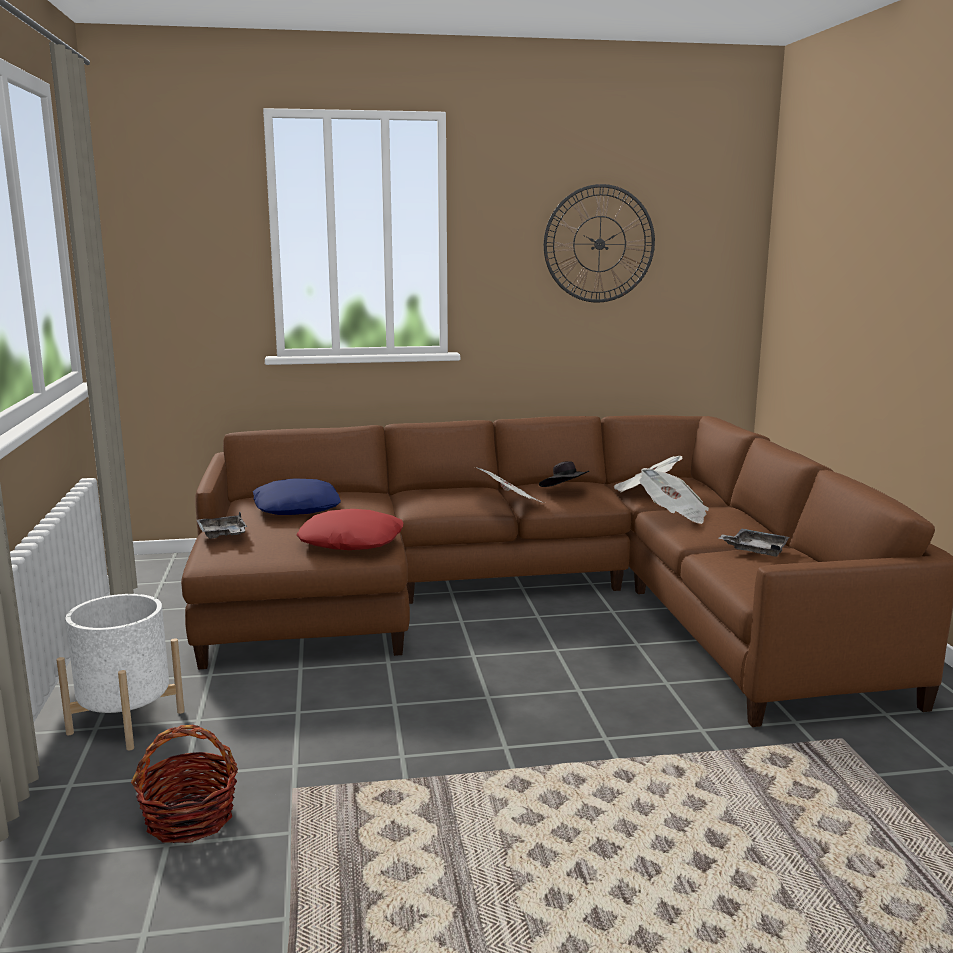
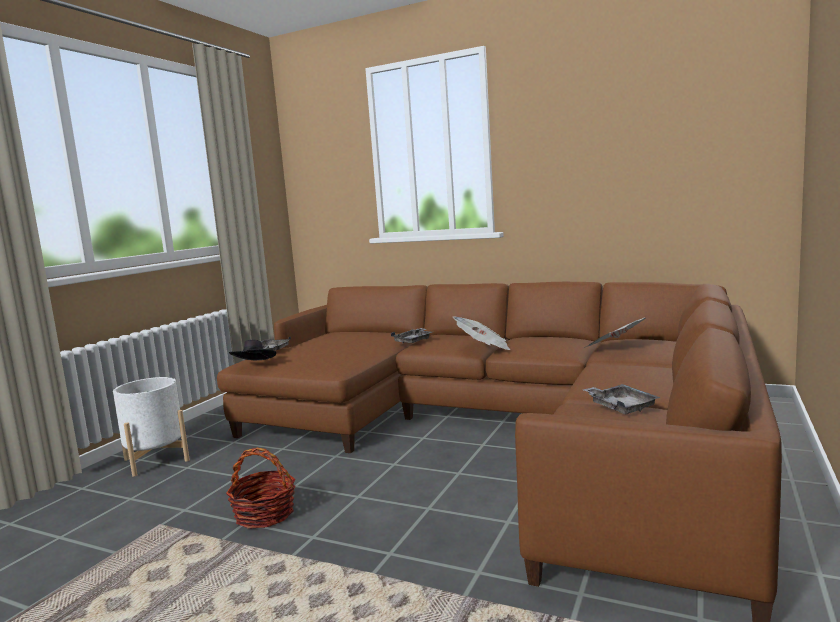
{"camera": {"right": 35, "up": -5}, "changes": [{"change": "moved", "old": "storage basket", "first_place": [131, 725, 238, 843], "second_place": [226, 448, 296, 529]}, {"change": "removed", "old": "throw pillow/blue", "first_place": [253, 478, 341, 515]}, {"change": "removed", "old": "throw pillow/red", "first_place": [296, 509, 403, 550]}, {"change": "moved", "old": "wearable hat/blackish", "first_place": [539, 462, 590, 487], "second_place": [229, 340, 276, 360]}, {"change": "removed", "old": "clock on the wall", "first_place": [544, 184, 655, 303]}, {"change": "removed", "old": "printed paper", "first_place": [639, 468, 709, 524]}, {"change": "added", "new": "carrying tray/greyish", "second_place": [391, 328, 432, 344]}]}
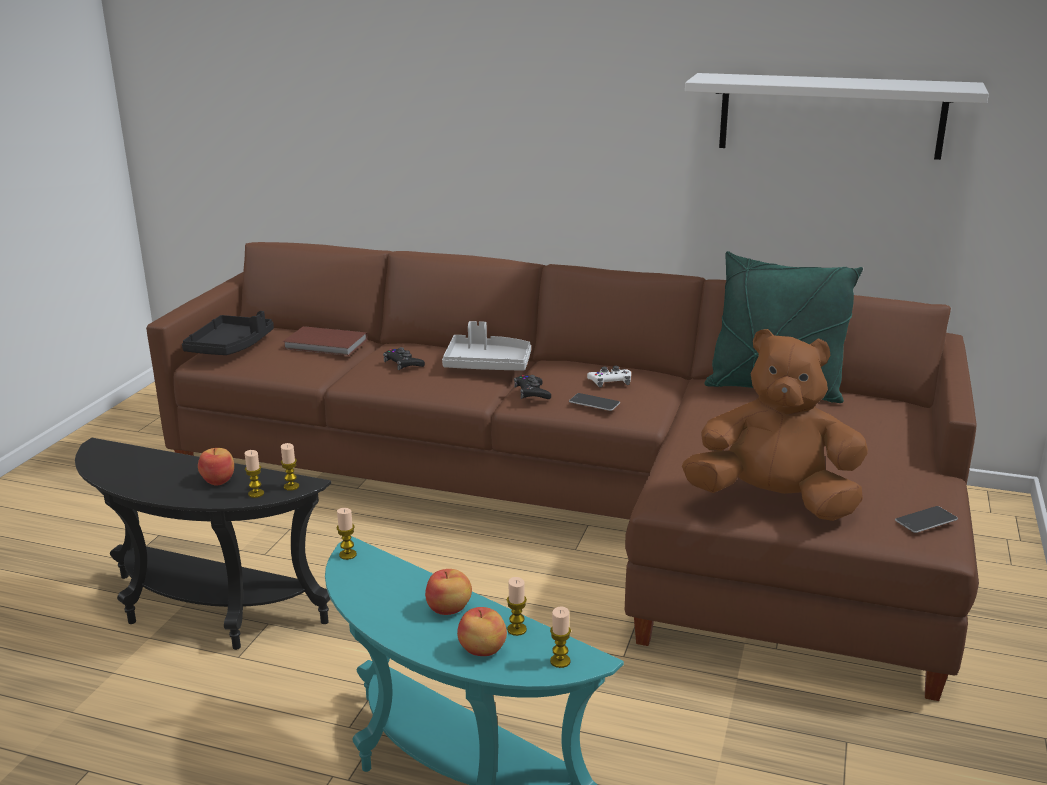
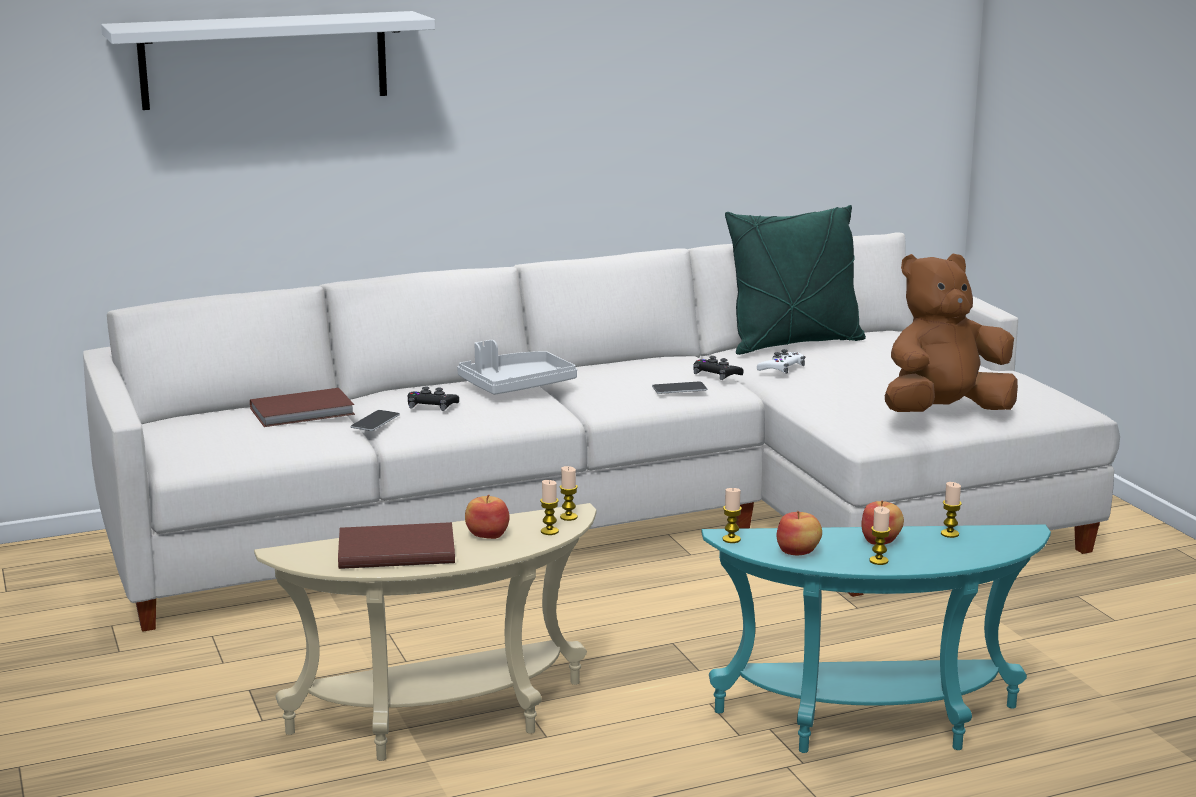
{"camera": {"right": -40, "up": -5}, "changes": [{"change": "recoloured", "old": "side table/blackish", "new": "side table/beige", "first_place": [75, 438, 331, 650], "second_place": [254, 503, 596, 761]}, {"change": "recoloured", "old": "couch/brown-coloured", "new": "couch/white-coloured", "first_place": [146, 242, 979, 701], "second_place": [83, 233, 1120, 632]}, {"change": "removed", "old": "carrying tray/blackish", "first_place": [182, 311, 274, 355]}, {"change": "moved", "old": "apple fruit", "first_place": [457, 607, 507, 656], "second_place": [777, 511, 822, 555]}, {"change": "moved", "old": "joypad/blackish", "first_place": [514, 375, 551, 399], "second_place": [693, 356, 743, 380]}, {"change": "moved", "old": "wax light", "first_place": [550, 607, 571, 668], "second_place": [869, 506, 891, 565]}, {"change": "moved", "old": "joypad/white-coloured", "first_place": [587, 366, 631, 387], "second_place": [757, 349, 805, 374]}, {"change": "moved", "old": "bracket shelf/white-coloured", "first_place": [685, 73, 989, 160], "second_place": [101, 11, 435, 110]}, {"change": "moved", "old": "telephone", "first_place": [895, 506, 958, 533], "second_place": [351, 410, 400, 431]}, {"change": "added", "new": "volume/brown-coloured", "second_place": [338, 522, 455, 569]}]}
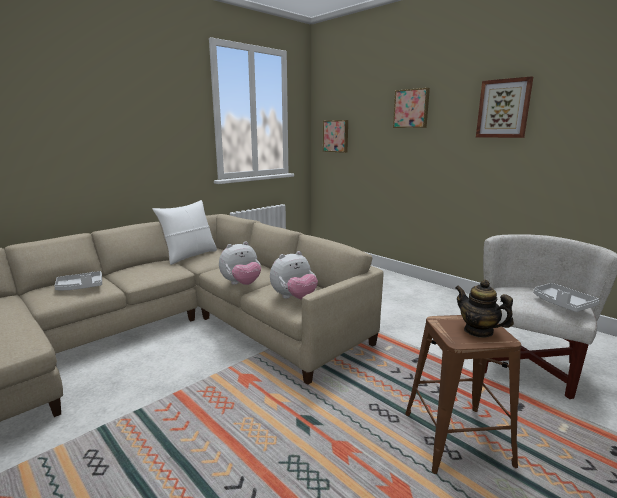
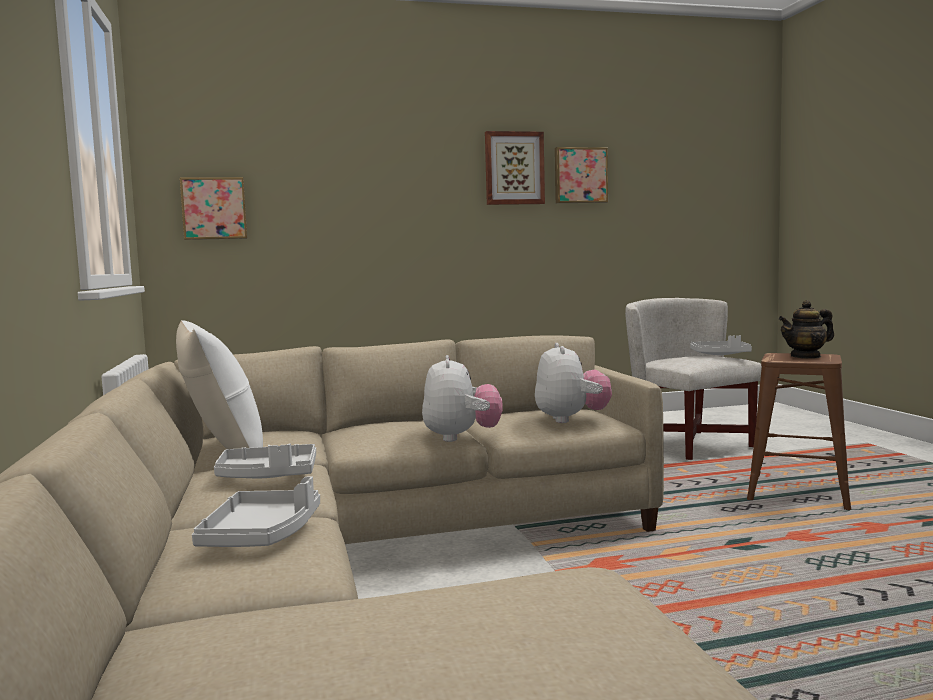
{"camera": {"right": -60, "up": -10}, "changes": [{"change": "moved", "old": "wall picture", "first_place": [393, 88, 430, 128], "second_place": [555, 147, 608, 203]}, {"change": "added", "new": "carrying tray/greyish", "second_place": [214, 443, 316, 478]}]}
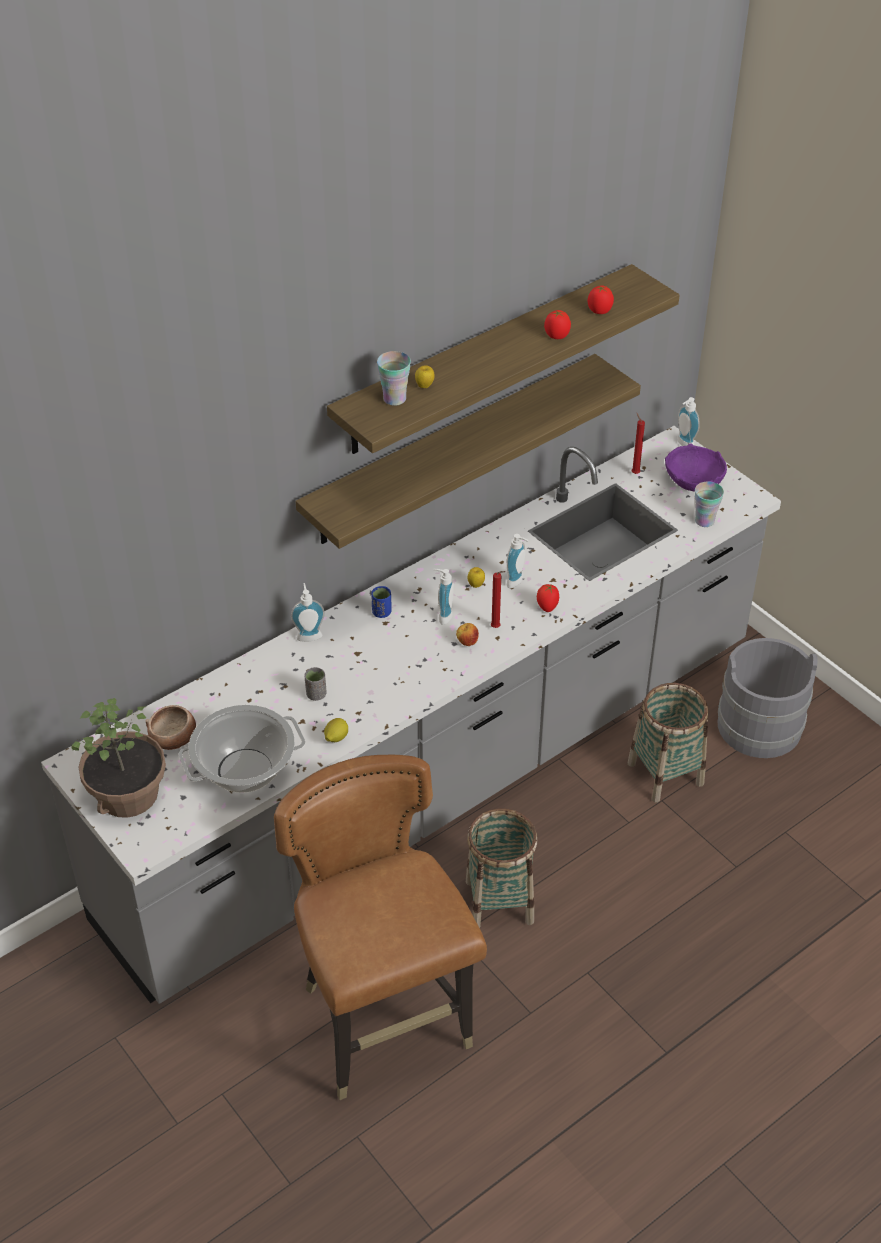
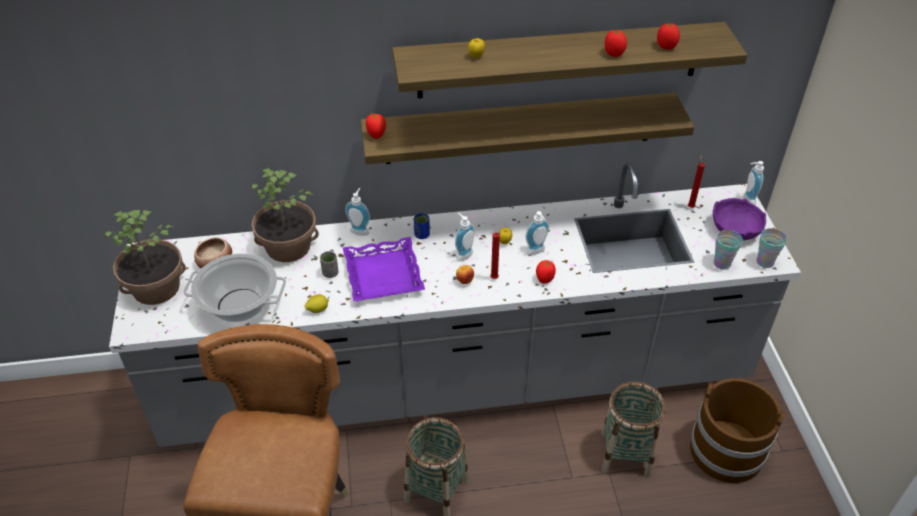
{"camera": {"right": 30, "up": 0}, "changes": [{"change": "moved", "old": "small cup", "first_place": [377, 351, 411, 406], "second_place": [756, 228, 787, 268]}, {"change": "recoloured", "old": "pail/greyish", "new": "pail/brown-coloured", "first_place": [717, 638, 818, 758], "second_place": [690, 378, 785, 483]}, {"change": "added", "new": "potted plant", "second_place": [252, 168, 319, 262]}, {"change": "added", "new": "carrying tray/purplish", "second_place": [343, 237, 425, 302]}, {"change": "added", "new": "whole tomato", "second_place": [366, 114, 386, 139]}]}
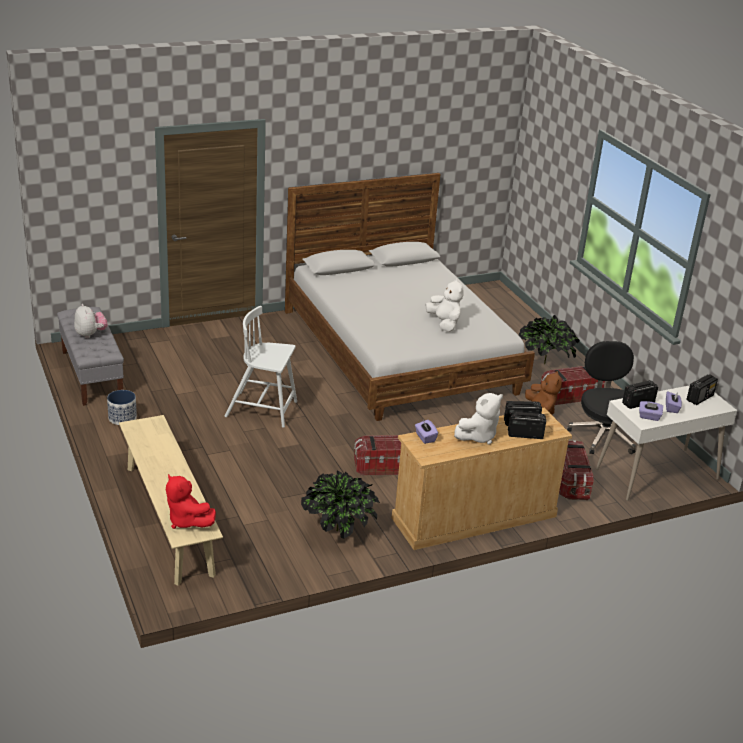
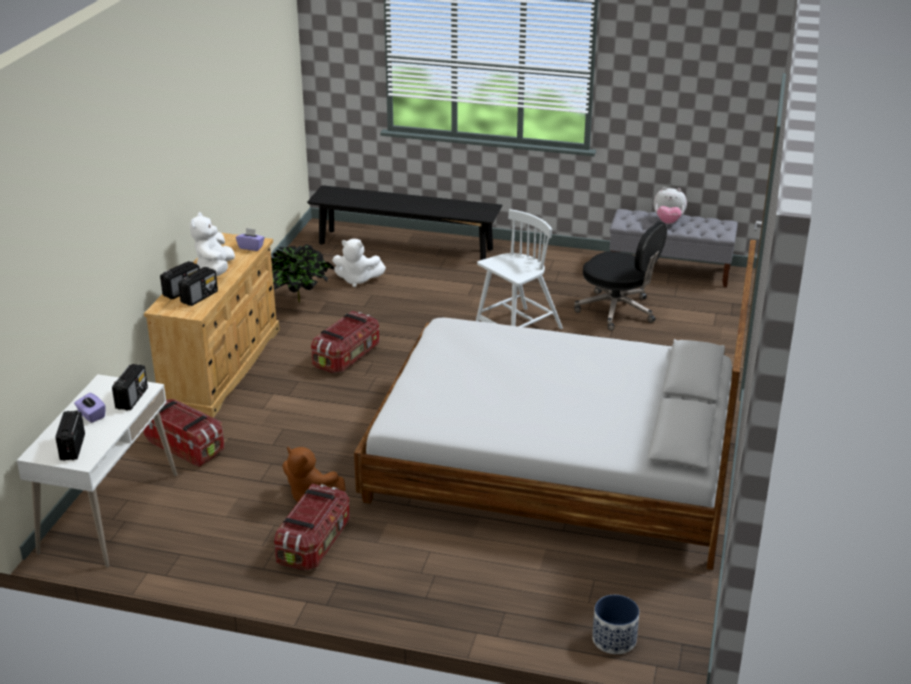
{"camera": {"right": 130, "up": 0}, "changes": [{"change": "moved", "old": "flower pot", "first_place": [107, 390, 137, 425], "second_place": [592, 595, 639, 654]}, {"change": "recoloured", "old": "indoor bench/beige", "new": "indoor bench/blackish", "first_place": [119, 415, 223, 586], "second_place": [307, 185, 502, 260]}, {"change": "removed", "old": "cuddly toy/red", "first_place": [166, 474, 216, 529]}, {"change": "moved", "old": "cuddly toy/white-coloured", "first_place": [425, 278, 464, 332], "second_place": [332, 239, 386, 287]}, {"change": "removed", "old": "potted plant", "first_place": [519, 315, 580, 364]}, {"change": "moved", "old": "computer chair/blackish", "first_place": [567, 341, 636, 454], "second_place": [574, 221, 667, 330]}, {"change": "removed", "old": "box of tissues/purplish", "first_place": [639, 401, 663, 421]}]}
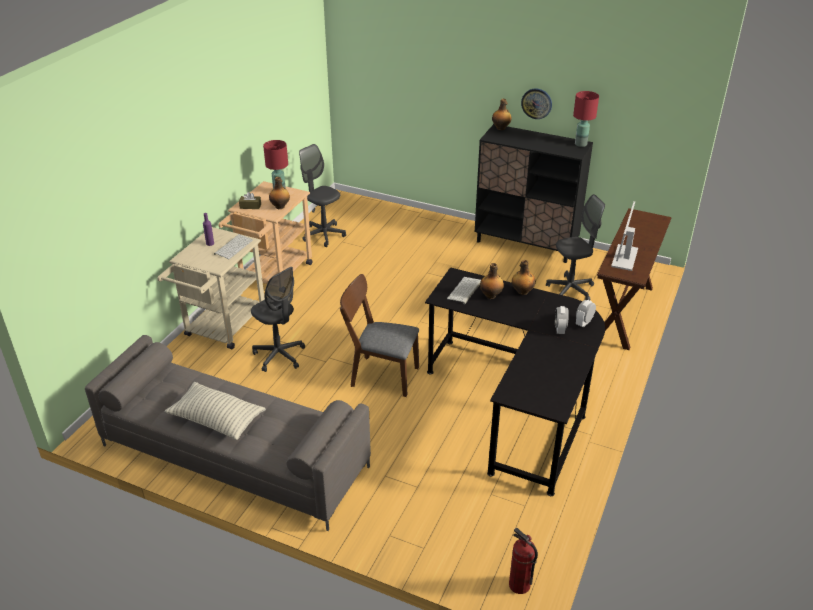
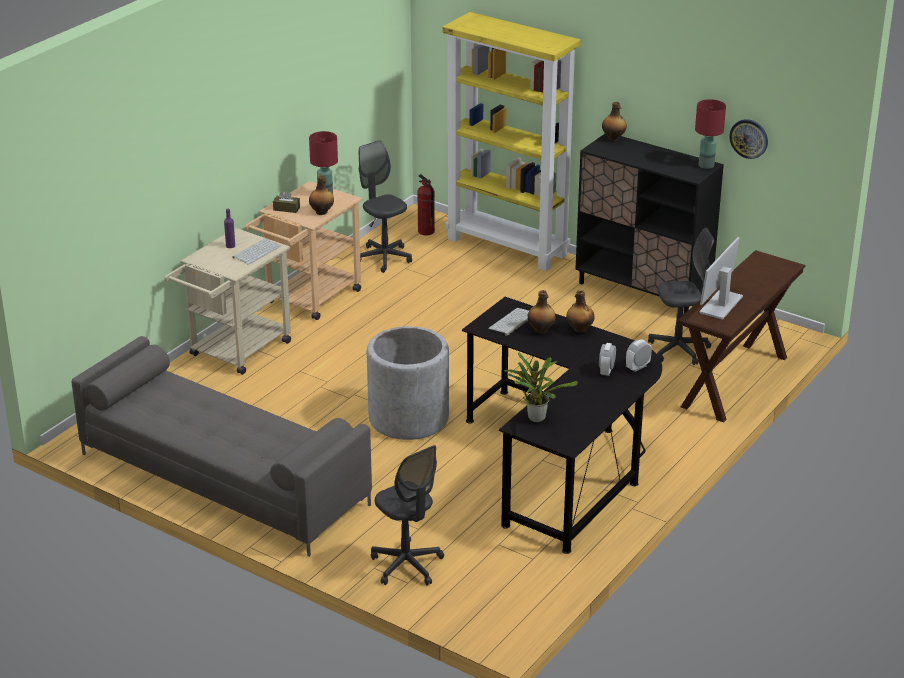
{"camera": {"right": 10, "up": -5}, "changes": [{"change": "removed", "old": "throw pillow", "first_place": [164, 382, 266, 440]}, {"change": "moved", "old": "computer chair/greyish", "first_place": [251, 267, 305, 372], "second_place": [371, 445, 444, 585]}, {"change": "replaced", "old": "chair/brown-coloured", "new": "flower pot/greyish", "first_place": [340, 274, 419, 397], "second_place": [367, 326, 449, 440]}, {"change": "moved", "old": "fire extinguisher", "first_place": [509, 528, 538, 594], "second_place": [417, 174, 435, 235]}, {"change": "moved", "old": "clock on the wall", "first_place": [521, 88, 552, 119], "second_place": [729, 119, 768, 159]}, {"change": "added", "new": "bookshelf/yellowish", "second_place": [442, 12, 581, 271]}, {"change": "added", "new": "potted plant", "second_place": [504, 352, 578, 422]}]}
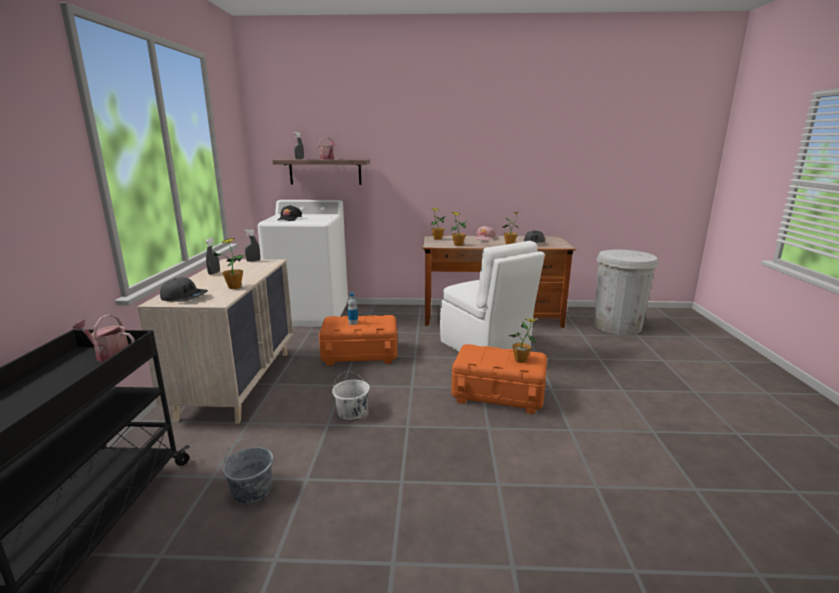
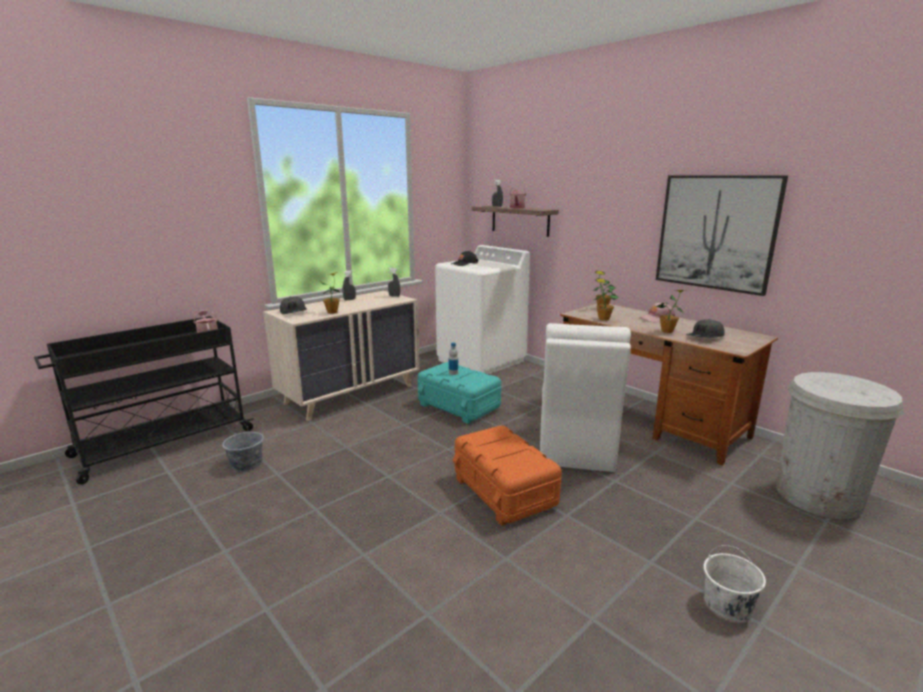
{"camera": {"right": 45, "up": 0}, "changes": [{"change": "recoloured", "old": "storage container/orange", "new": "storage container/blue-green", "first_place": [319, 315, 397, 366], "second_place": [418, 362, 501, 424]}, {"change": "moved", "old": "pail/white-coloured", "first_place": [332, 371, 370, 420], "second_place": [703, 545, 766, 621]}, {"change": "removed", "old": "potted plant", "first_place": [509, 319, 536, 363]}, {"change": "added", "new": "wall picture", "second_place": [656, 175, 788, 296]}]}
